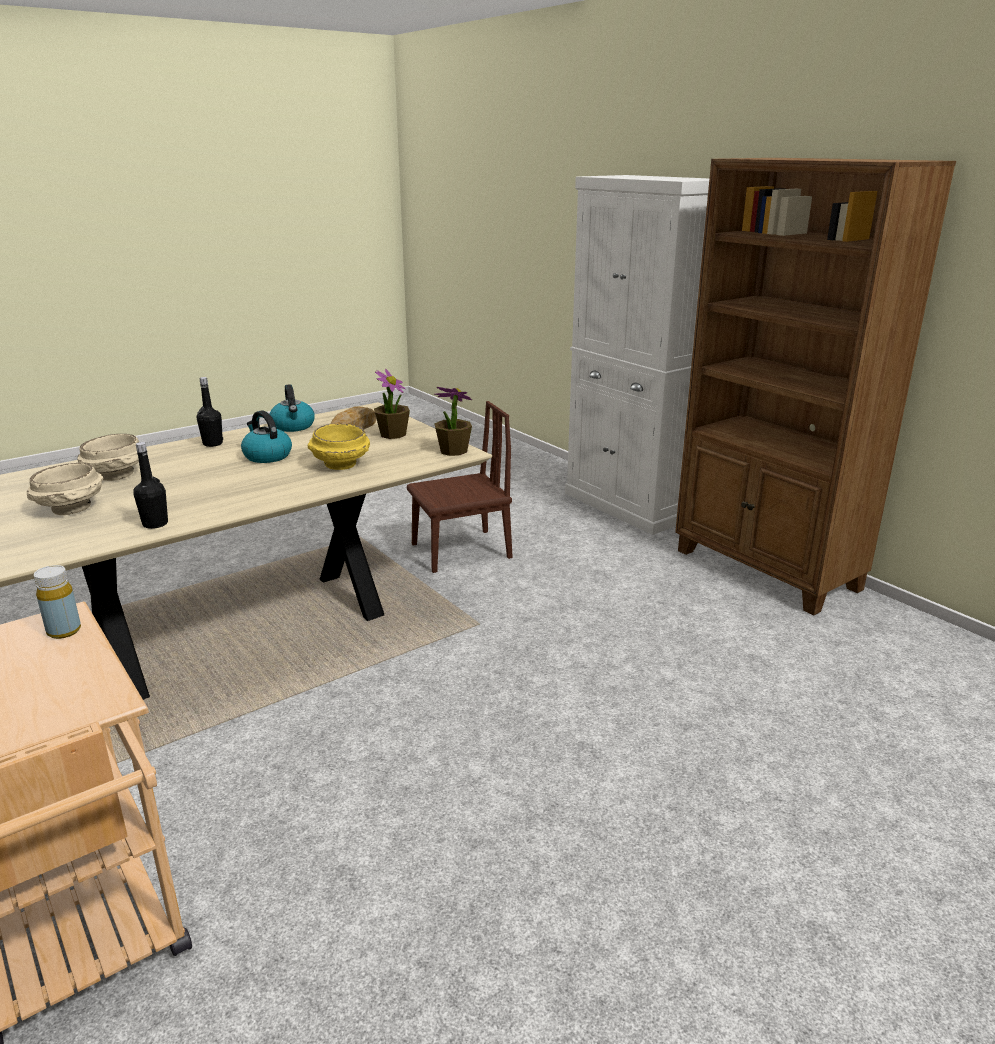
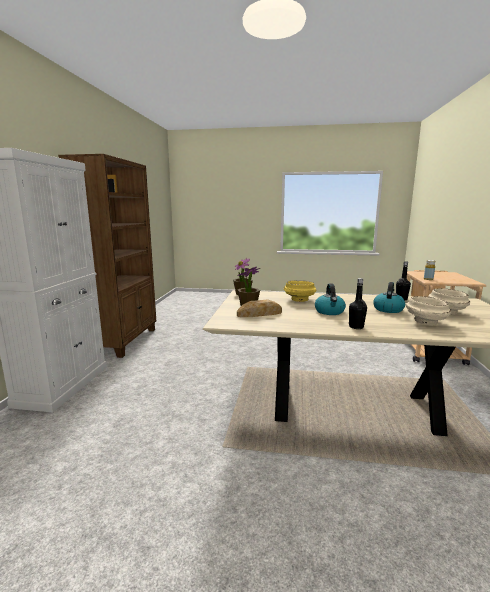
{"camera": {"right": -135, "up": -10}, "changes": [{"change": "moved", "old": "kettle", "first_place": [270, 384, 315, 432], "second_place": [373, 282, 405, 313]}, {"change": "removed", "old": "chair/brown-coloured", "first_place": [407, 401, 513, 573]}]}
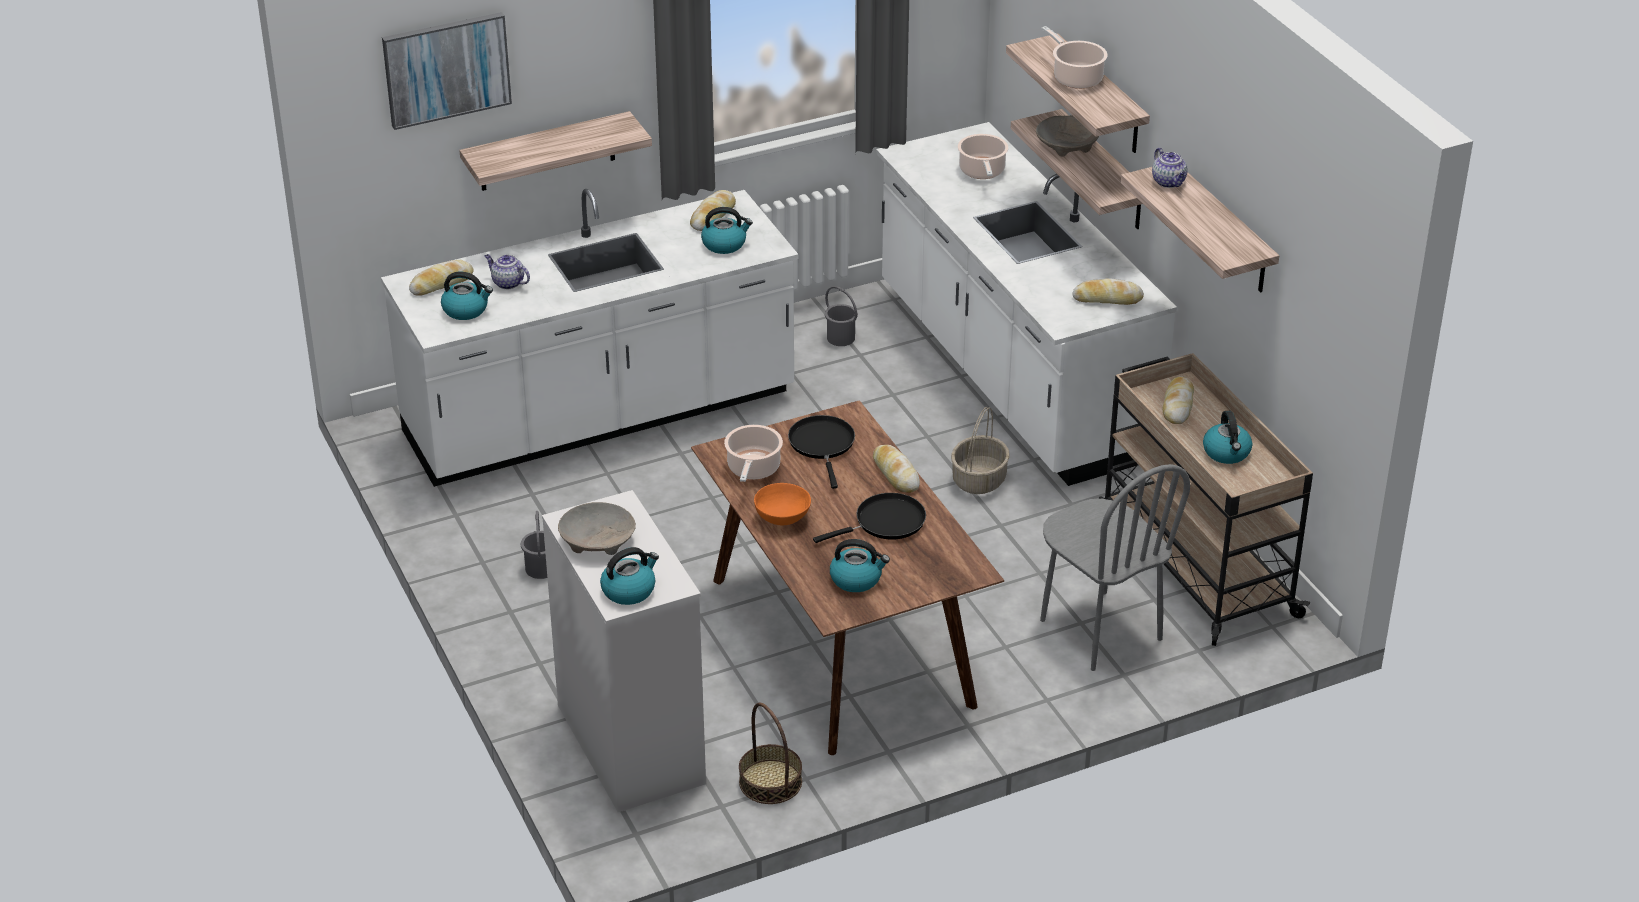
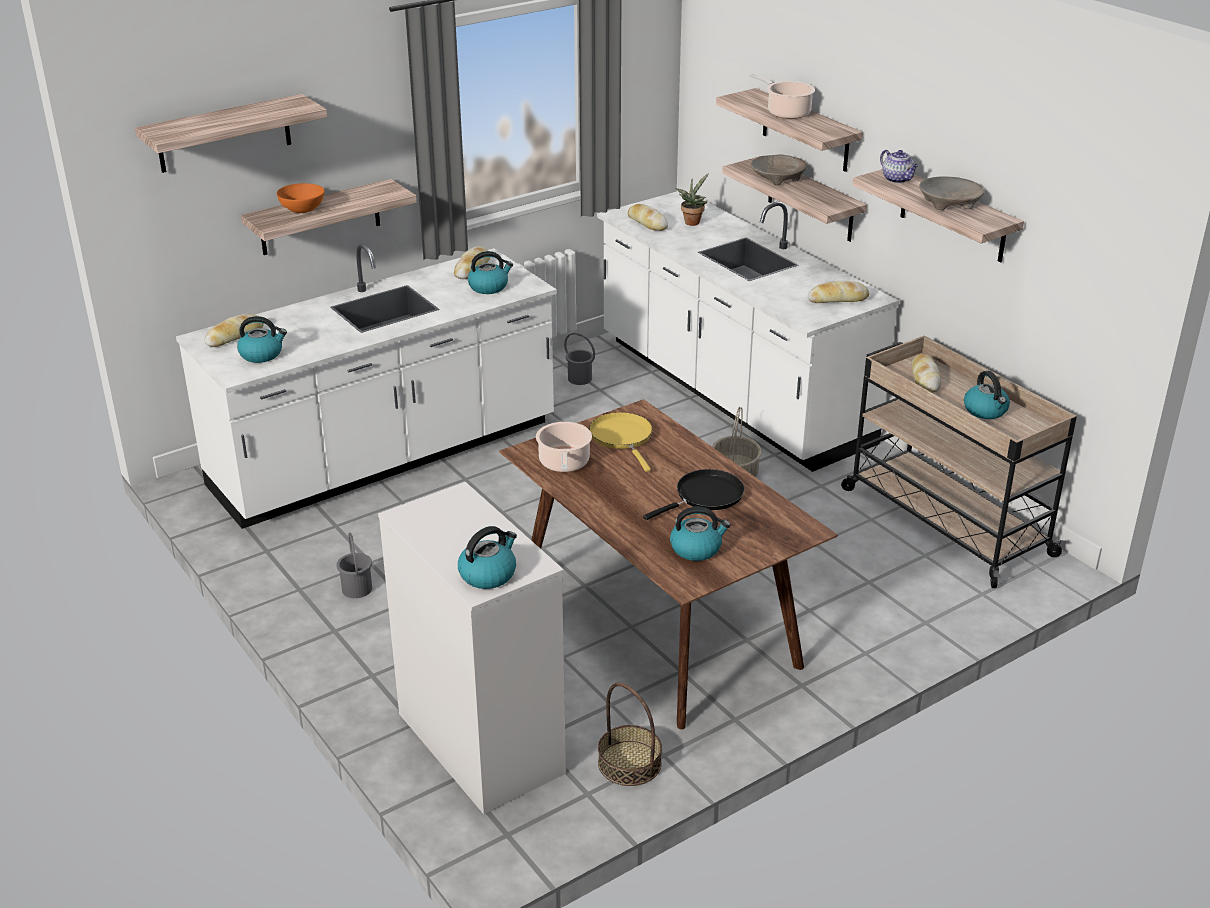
{"camera": {"right": -10, "up": -5}, "changes": [{"change": "replaced", "old": "wall picture", "new": "bracket shelf", "first_place": [382, 12, 512, 130], "second_place": [135, 94, 327, 173]}, {"change": "removed", "old": "teapot", "first_place": [485, 254, 530, 290]}, {"change": "moved", "old": "serving bowl/beige", "first_place": [558, 502, 636, 555], "second_place": [919, 176, 984, 210]}, {"change": "moved", "old": "serving bowl/orange", "first_place": [754, 483, 811, 525], "second_place": [277, 183, 325, 213]}, {"change": "recoloured", "old": "pan/blackish", "new": "pan/yellowish", "first_place": [788, 415, 855, 489], "second_place": [589, 412, 653, 472]}, {"change": "moved", "old": "bakery bread", "first_place": [873, 445, 920, 493], "second_place": [627, 204, 668, 231]}, {"change": "replaced", "old": "saucepot", "new": "potted plant", "first_place": [958, 134, 1009, 179], "second_place": [675, 173, 709, 226]}, {"change": "removed", "old": "chair/greyish", "first_place": [1040, 464, 1190, 671]}]}
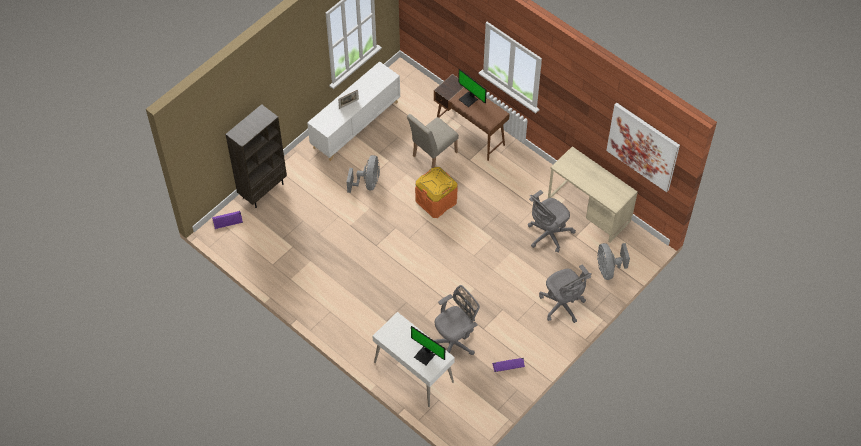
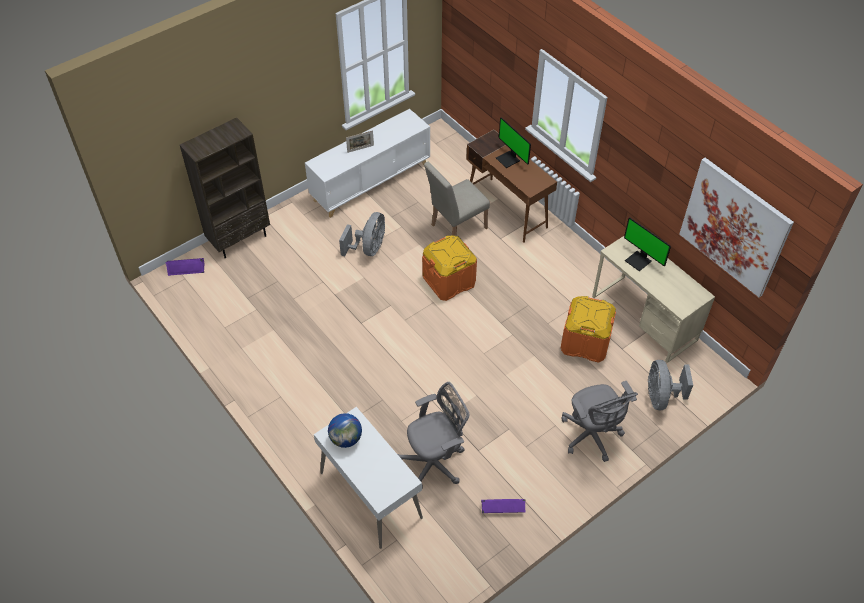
{"camera": {"right": 10, "up": -5}, "changes": [{"change": "moved", "old": "monitor", "first_place": [411, 326, 445, 365], "second_place": [624, 218, 671, 271]}, {"change": "replaced", "old": "computer chair/greyish", "new": "storage container/orange", "first_place": [528, 190, 576, 252], "second_place": [561, 296, 616, 363]}, {"change": "added", "new": "desk globe", "second_place": [328, 413, 362, 448]}]}
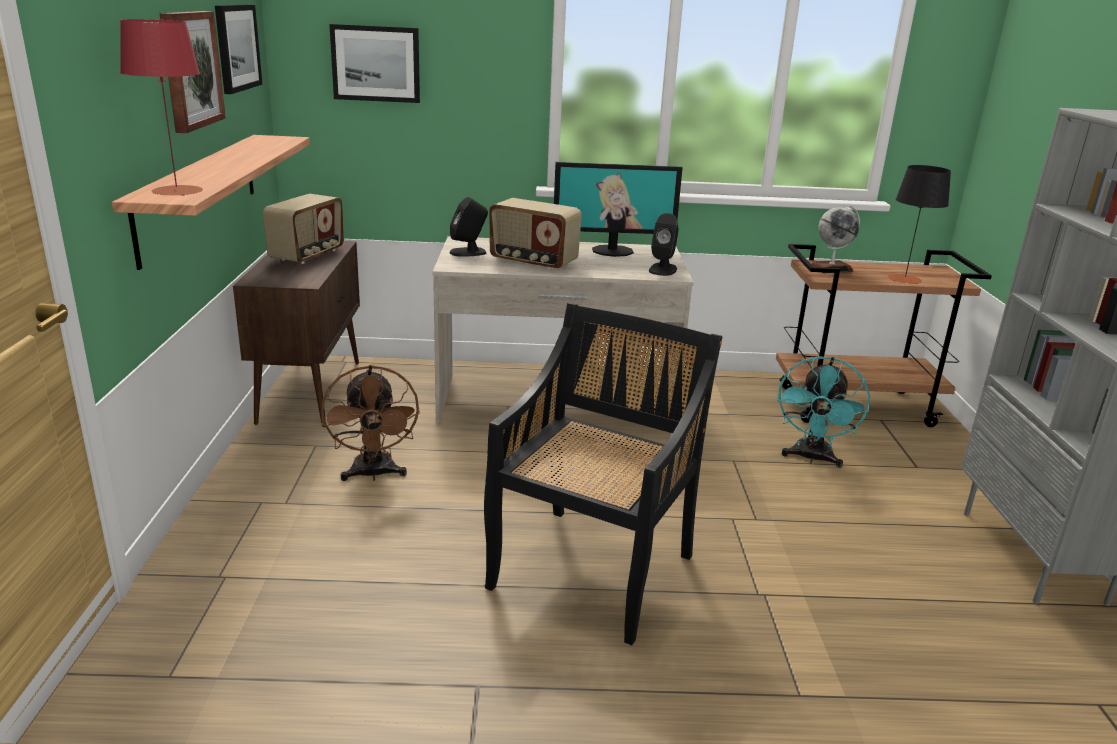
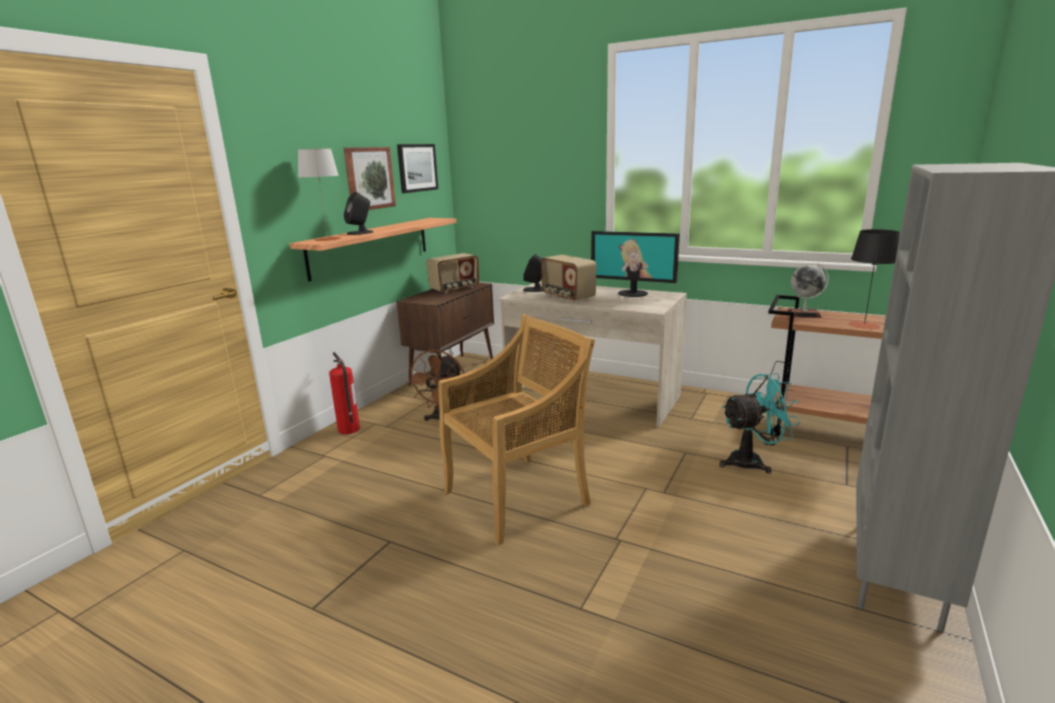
{"camera": {"right": 30, "up": -5}, "changes": [{"change": "recoloured", "old": "tabletop lamp/red", "new": "tabletop lamp/greyish", "first_place": [120, 19, 203, 196], "second_place": [298, 149, 341, 241]}, {"change": "removed", "old": "wall picture", "first_place": [329, 24, 420, 103]}, {"change": "recoloured", "old": "chair/blackish", "new": "chair/beige", "first_place": [484, 303, 723, 645], "second_place": [438, 314, 595, 546]}, {"change": "moved", "old": "audio speaker/blackish", "first_place": [649, 213, 678, 276], "second_place": [344, 192, 373, 235]}, {"change": "turned", "old": "fan/blue-green", "first_place": [777, 356, 870, 468], "second_place": [719, 373, 800, 474], "degrees": -150}, {"change": "added", "new": "fire extinguisher", "second_place": [329, 352, 360, 434]}]}
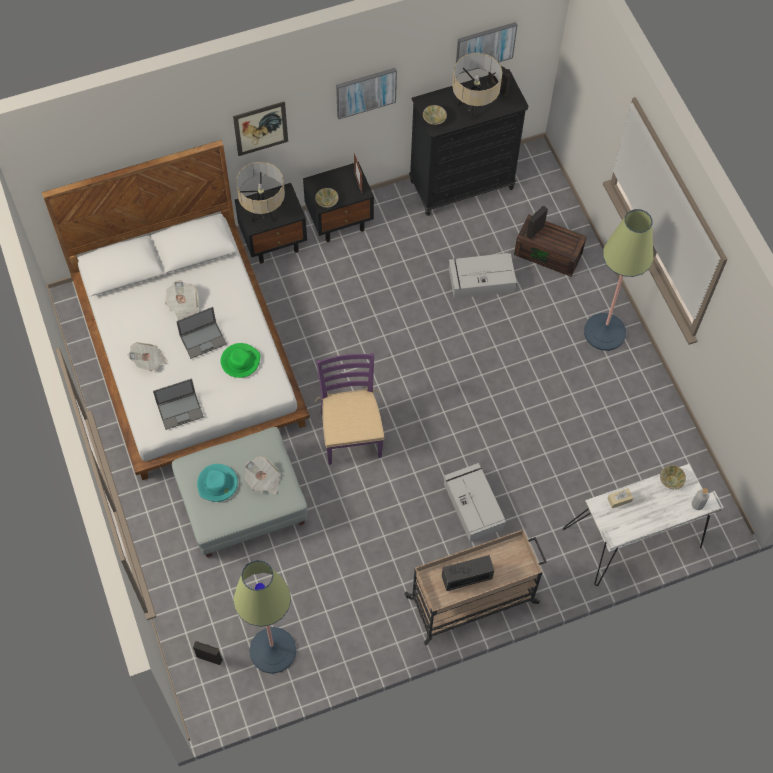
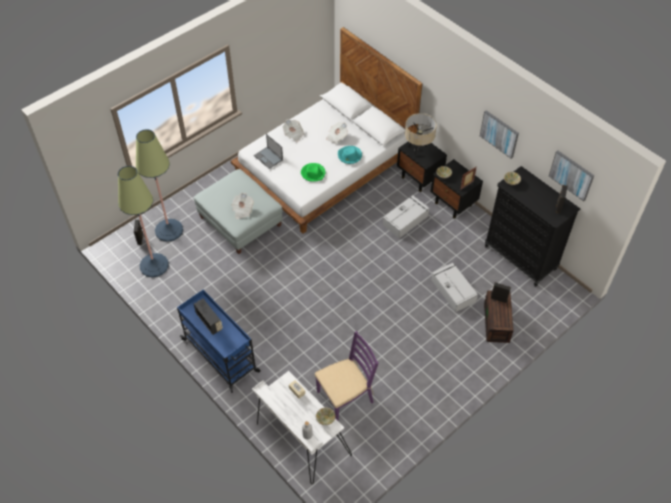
{"camera": {"right": 70, "up": -10}, "changes": [{"change": "removed", "old": "portable computer", "first_place": [176, 307, 227, 359]}, {"change": "moved", "old": "wearable hat/blue-green", "first_place": [197, 464, 238, 502], "second_place": [338, 146, 362, 164]}, {"change": "removed", "old": "wall picture", "first_place": [233, 101, 288, 156]}, {"change": "moved", "old": "chair/purplish", "first_place": [315, 353, 384, 465], "second_place": [315, 331, 379, 420]}, {"change": "recoloured", "old": "wheeled cart/beige", "new": "wheeled cart/blue", "first_place": [404, 529, 547, 645], "second_place": [177, 290, 260, 393]}, {"change": "moved", "old": "storage container/greyish", "first_place": [444, 463, 506, 542], "second_place": [383, 195, 430, 238]}, {"change": "removed", "old": "tabletop lamp/beige", "first_place": [452, 53, 503, 120]}, {"change": "moved", "old": "standing lamp", "first_place": [584, 209, 653, 351], "second_place": [136, 129, 183, 242]}]}
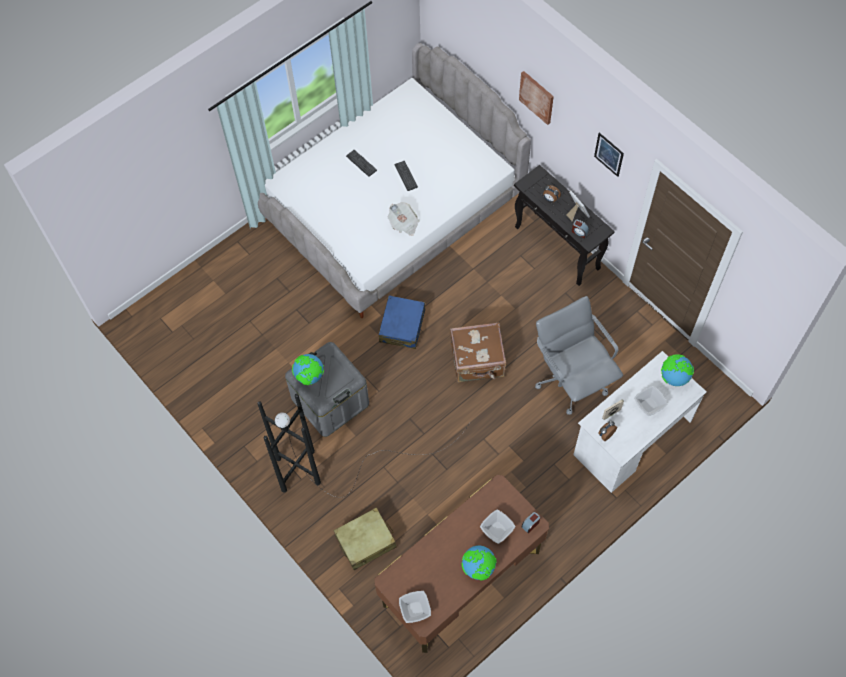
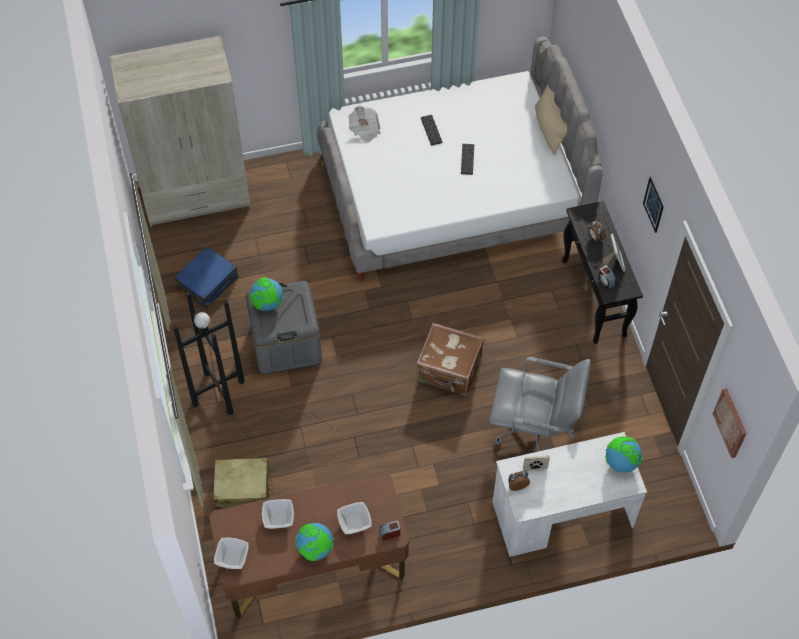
{"camera": {"right": 25, "up": -5}, "changes": [{"change": "moved", "old": "suitcase/blue", "first_place": [379, 295, 425, 349], "second_place": [174, 246, 239, 309]}, {"change": "moved", "old": "printed paper", "first_place": [388, 202, 420, 236], "second_place": [349, 105, 381, 144]}, {"change": "moved", "old": "wall picture", "first_place": [519, 71, 554, 125], "second_place": [713, 388, 747, 458]}, {"change": "turned", "old": "computer chair/greyish", "first_place": [535, 296, 623, 415], "second_place": [489, 357, 591, 452], "degrees": 105}, {"change": "moved", "old": "serving bowl", "first_place": [634, 386, 668, 416], "second_place": [262, 499, 294, 529]}, {"change": "added", "new": "clothes cupboard/beige", "second_place": [109, 36, 251, 227]}, {"change": "added", "new": "throw pillow/beige", "second_place": [535, 85, 567, 155]}]}
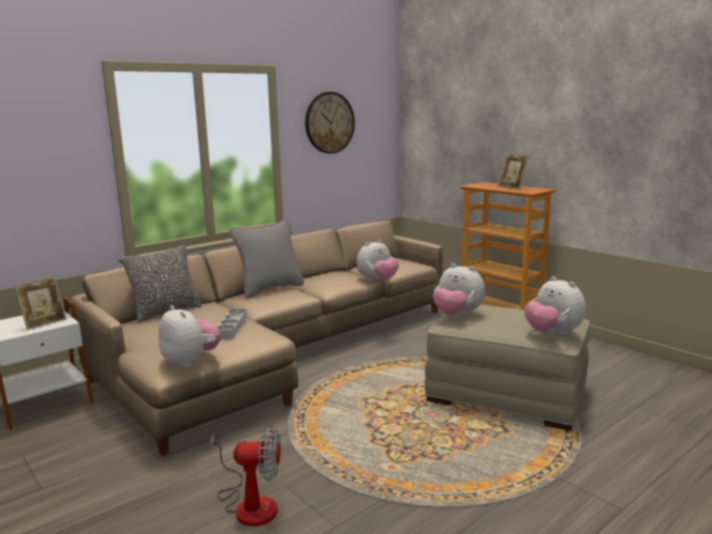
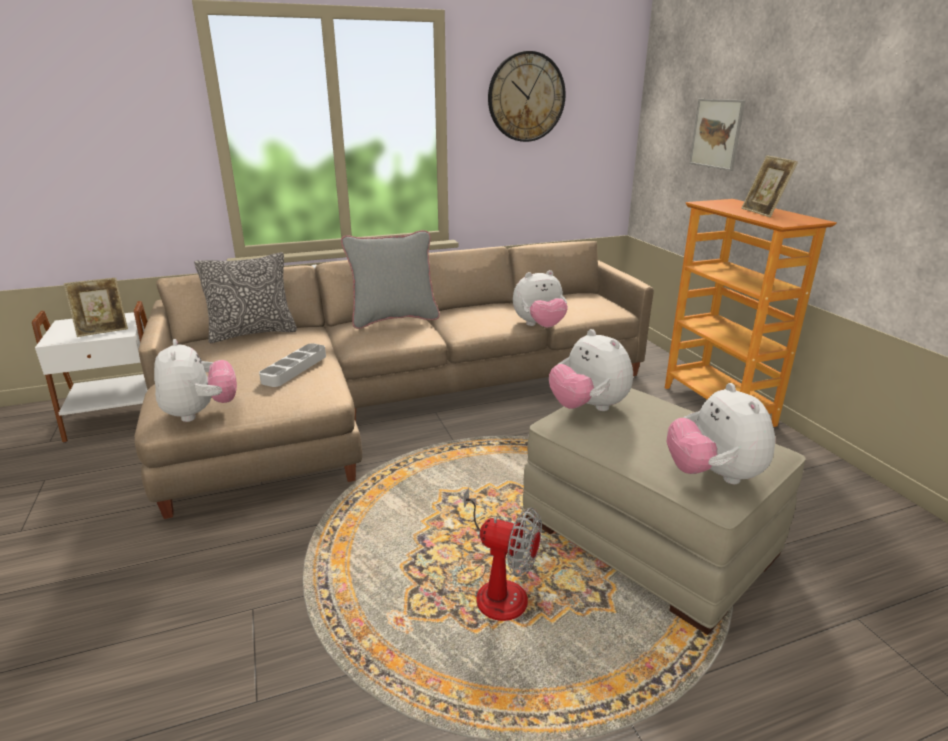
{"camera": {"right": 20, "up": 10}, "changes": [{"change": "moved", "old": "fan", "first_place": [210, 426, 281, 526], "second_place": [461, 487, 542, 621]}, {"change": "added", "new": "wall picture", "second_place": [689, 99, 745, 171]}]}
